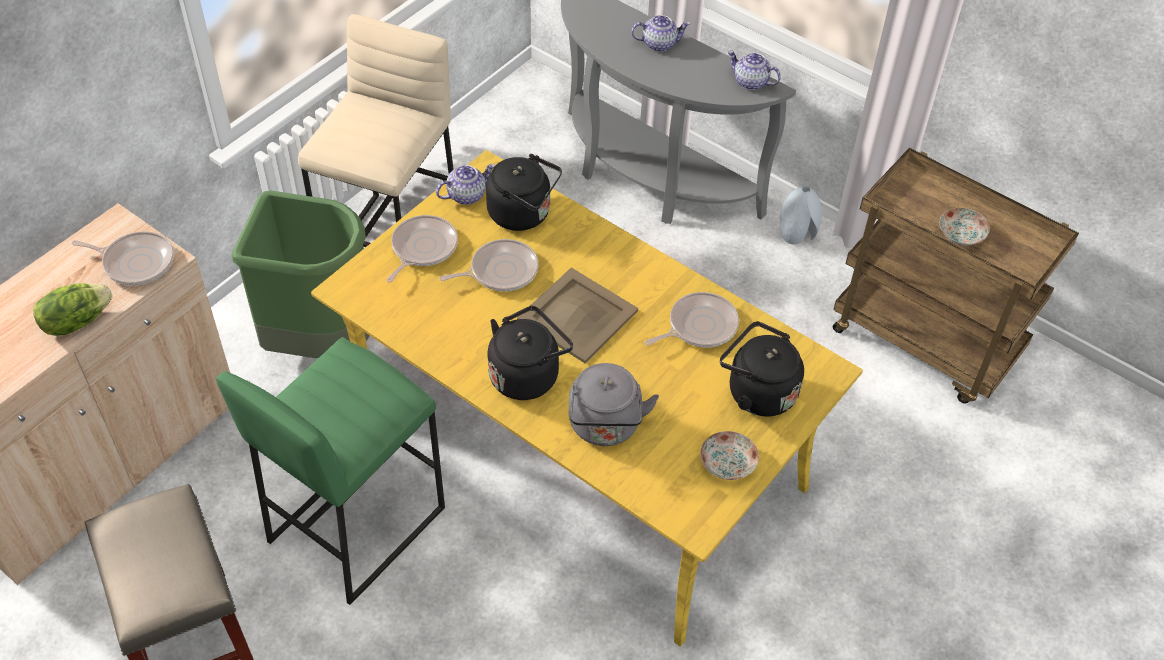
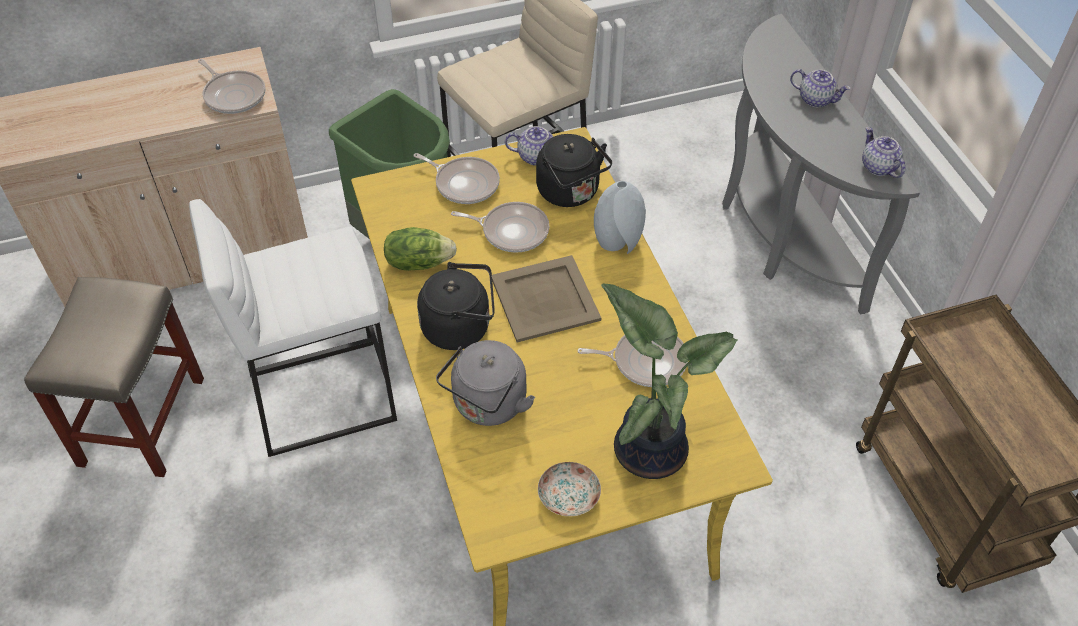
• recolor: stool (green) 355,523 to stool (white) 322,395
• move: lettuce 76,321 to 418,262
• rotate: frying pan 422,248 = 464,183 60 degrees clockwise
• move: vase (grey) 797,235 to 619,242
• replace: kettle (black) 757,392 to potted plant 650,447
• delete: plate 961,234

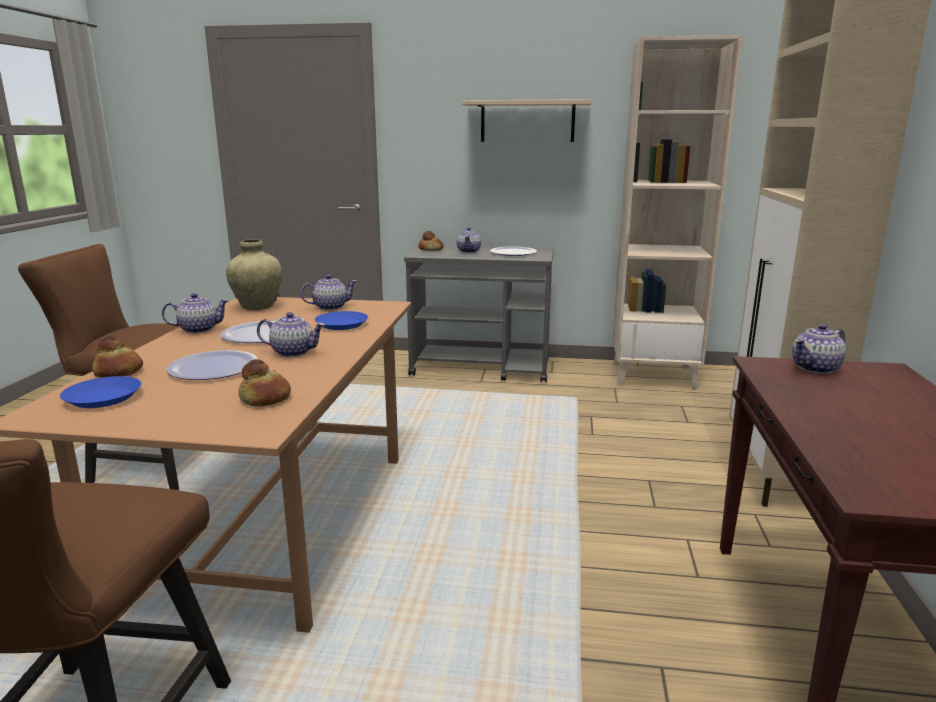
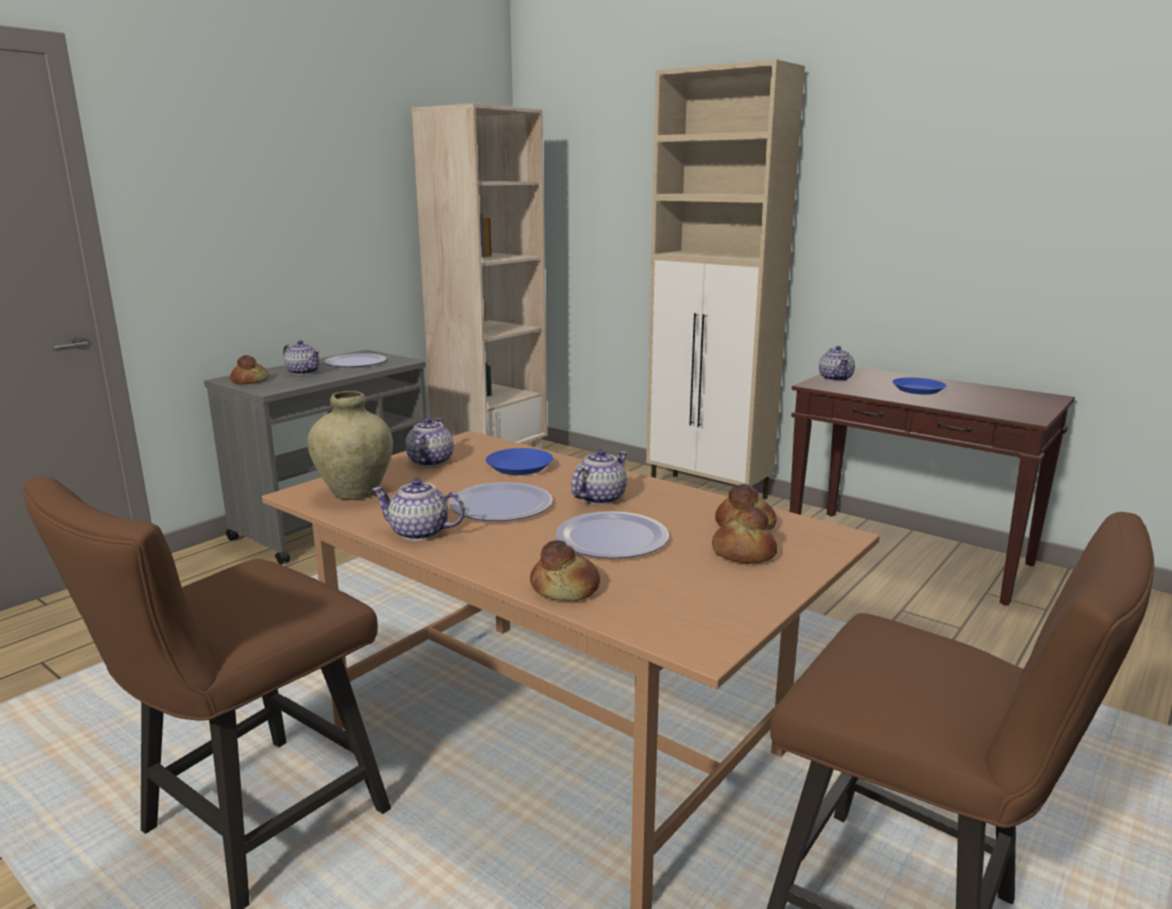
• rotate: teapot 198,329 = 420,533 90 degrees counterclockwise
• insert: bread 742,553
• move: plate (blue) 102,398 to 918,390
• delete: shelf (beige) 527,121

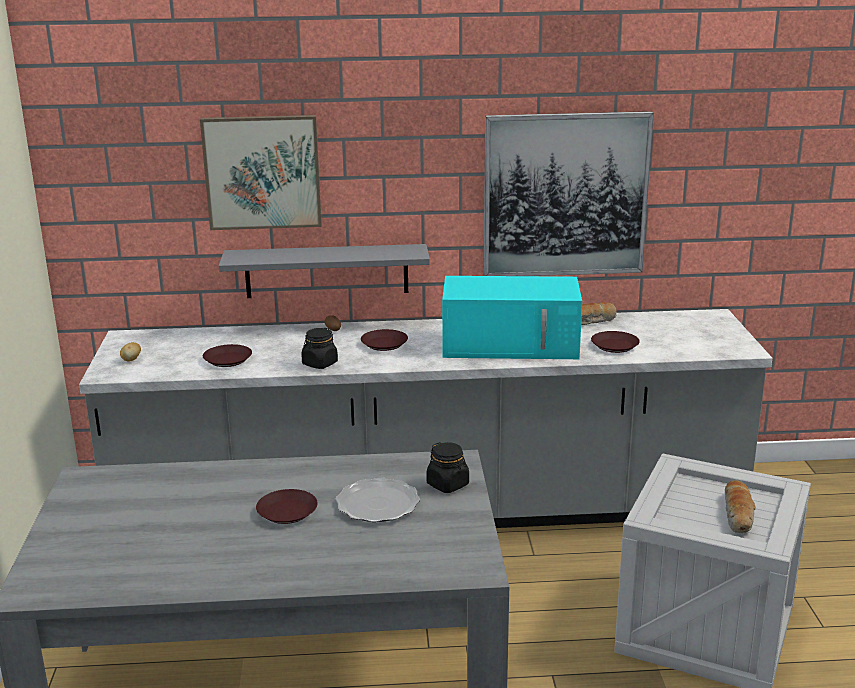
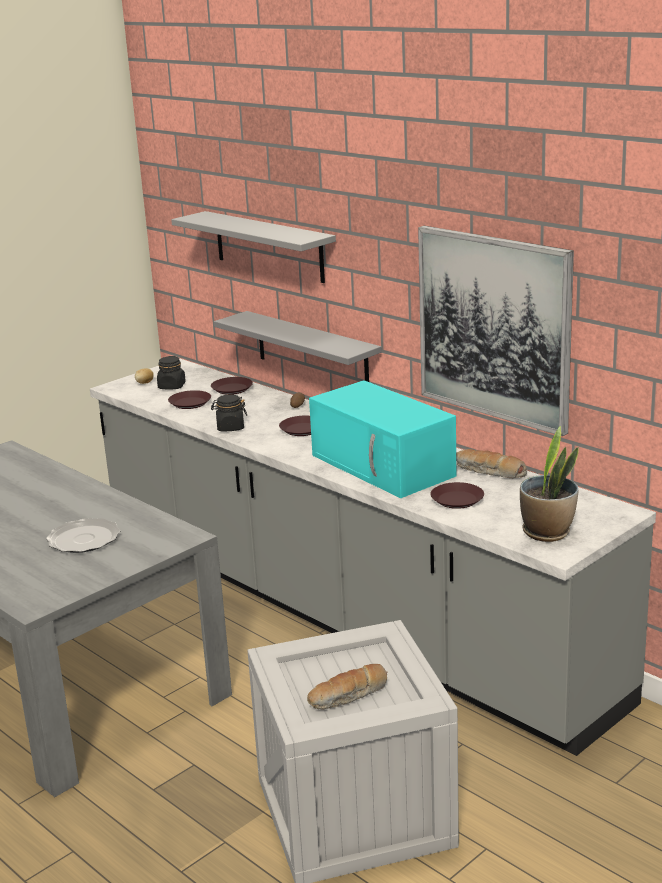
• move: jar (black) 448,484 to 172,386
• replace: picture 262,172 to shelf (grey) 268,246
• move: plate (brown) 288,511 to 232,389
• insert: potted plant 547,532

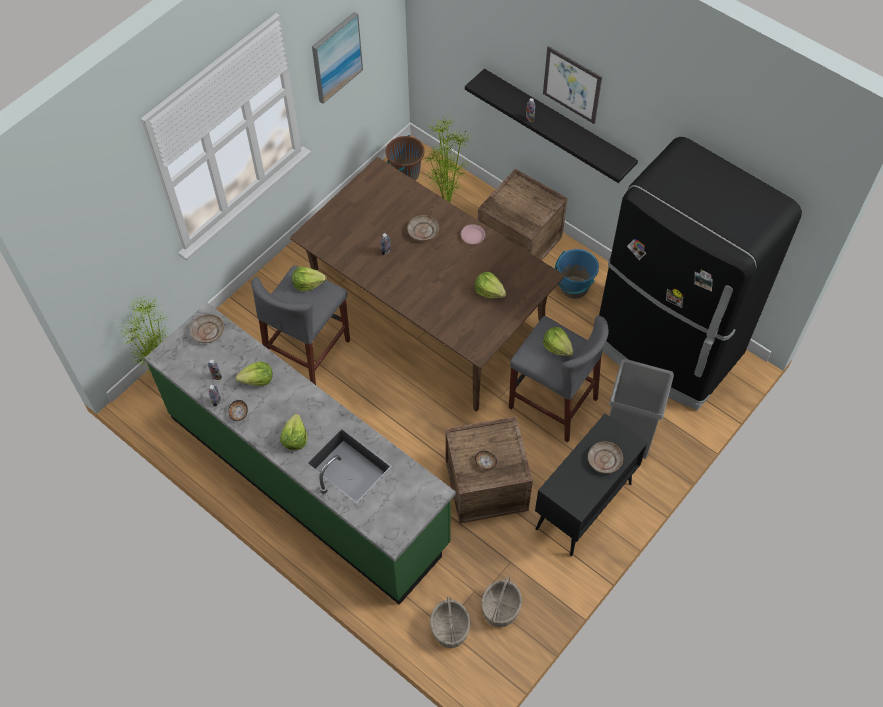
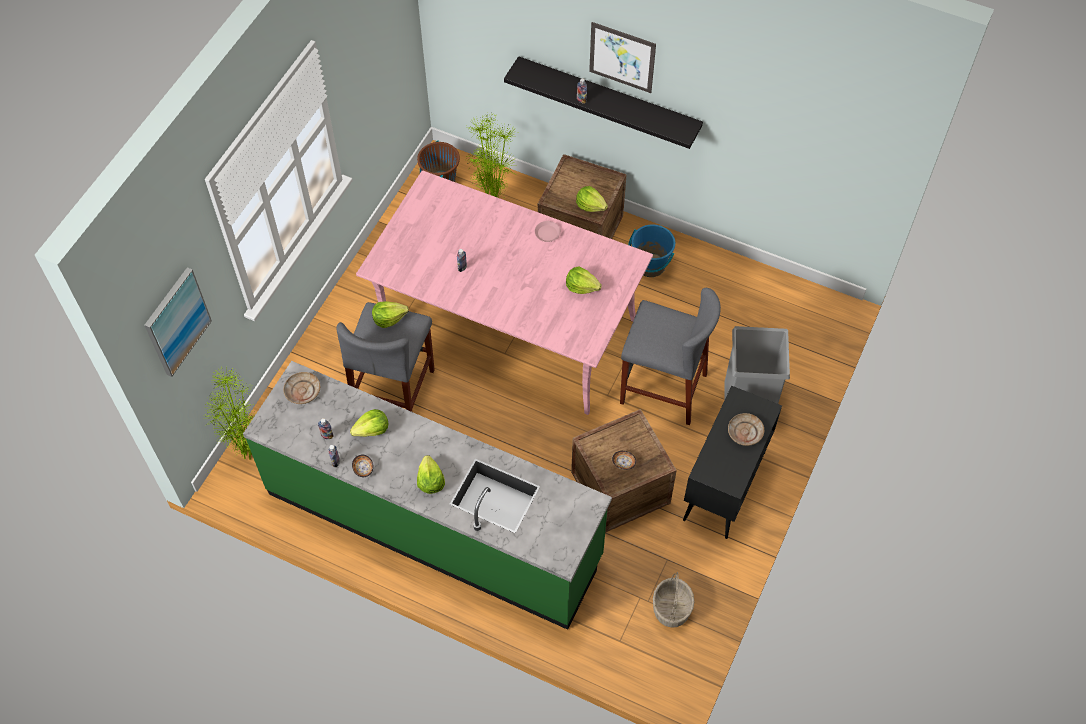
• move: picture 336,57 to 176,321
• recolor: dining table (brown) 428,314 to dining table (pink) 508,325
• move: lettuce 557,347 to 590,205
• delete: plate (beige) 423,231
• delete: basket 450,629
• delete: fridge (black) 666,348

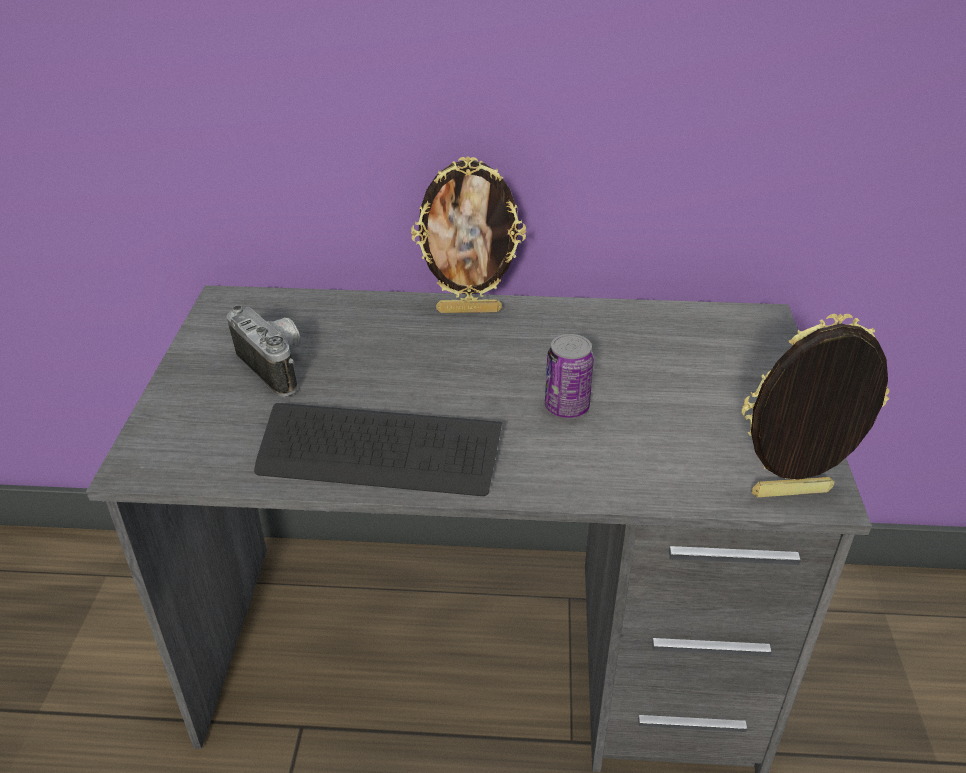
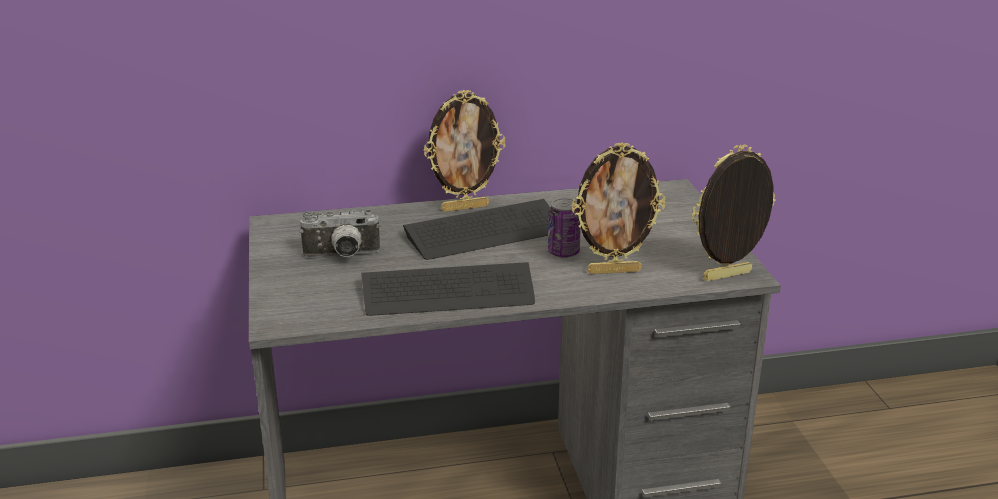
• rotate: photo camera 277,366 = 342,256 135 degrees clockwise
• insert: keyboard 484,233
• insert: picture frame 614,271

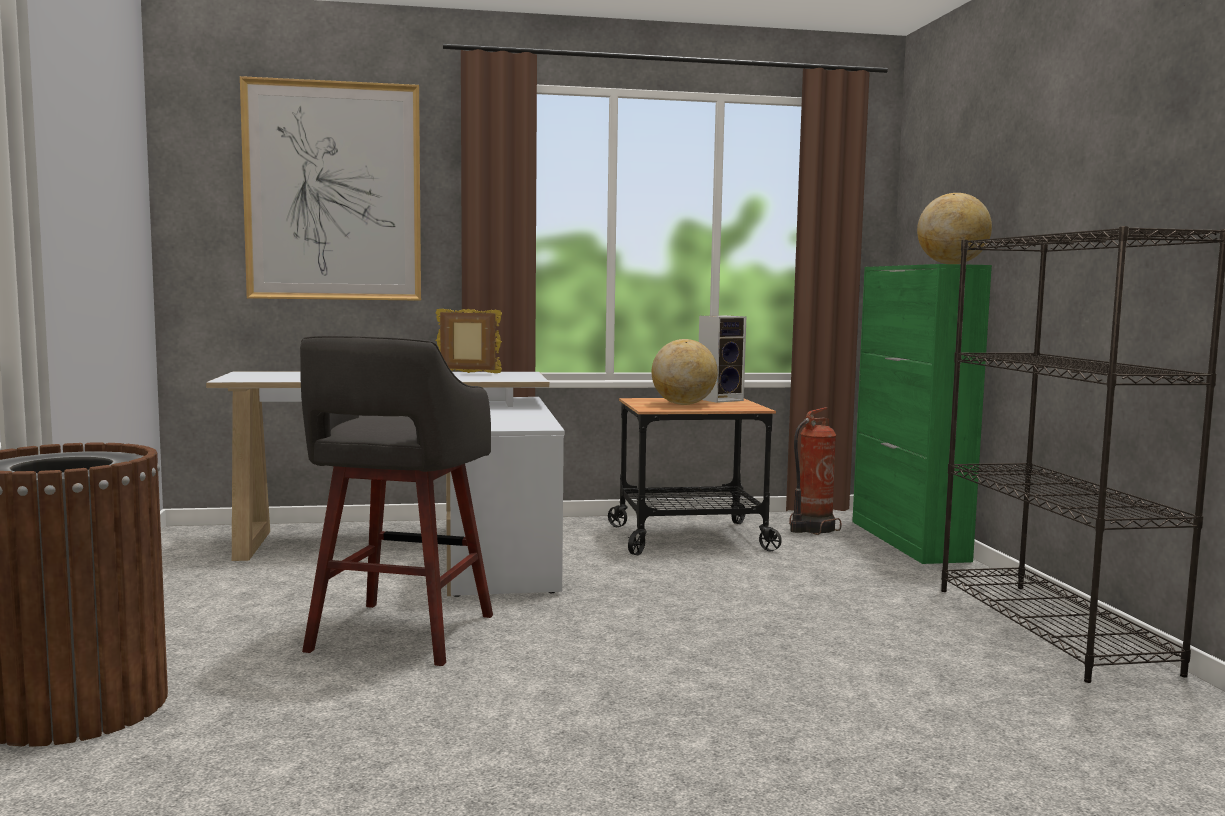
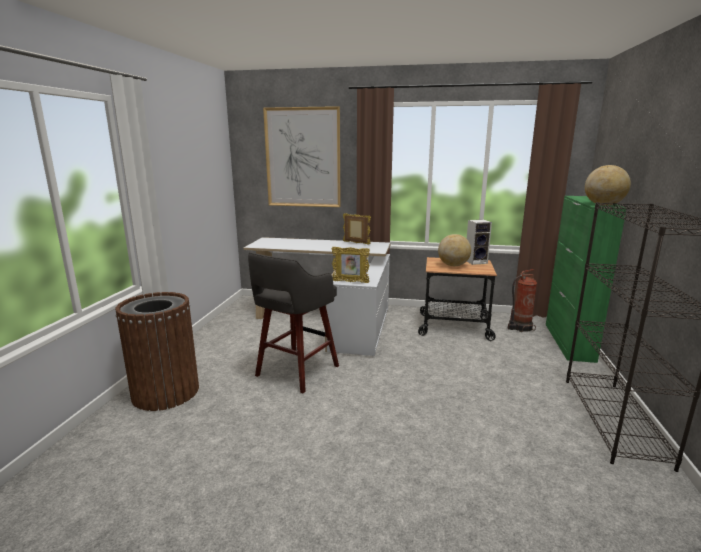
• insert: picture frame 350,282

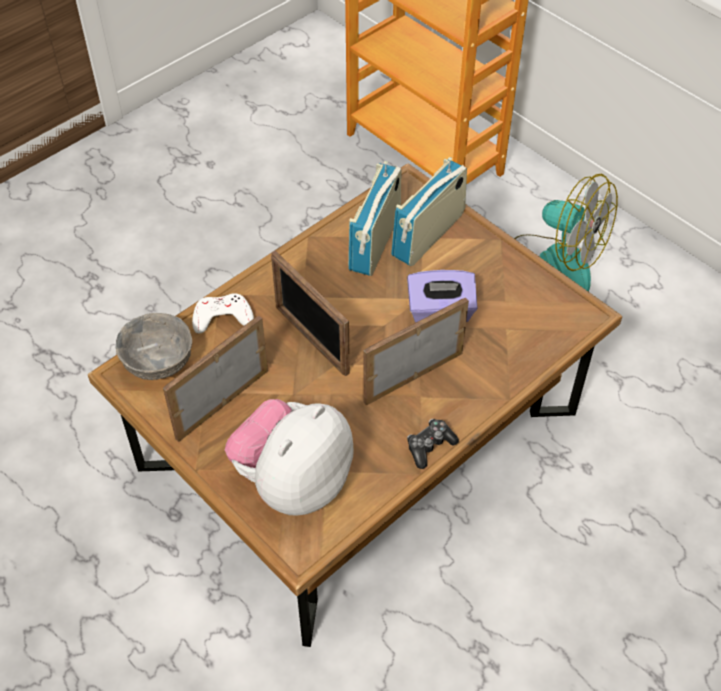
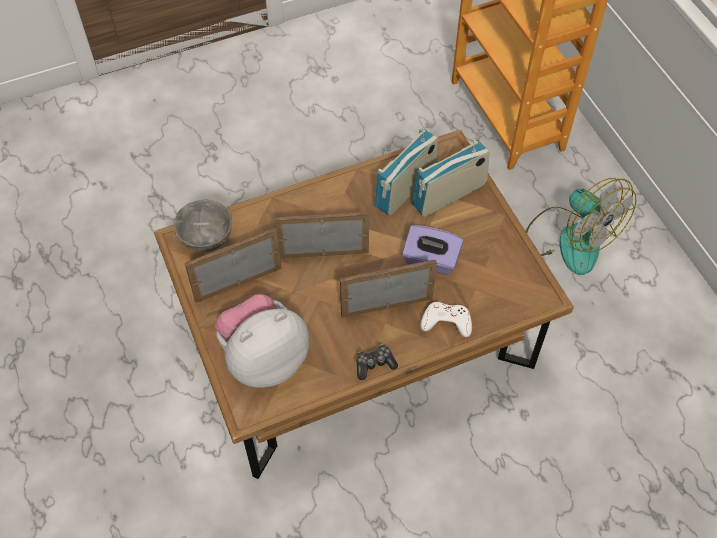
• rotate: picture frame 311,339 = 323,253 105 degrees clockwise
• move: game controller (white) 222,317 to 446,322

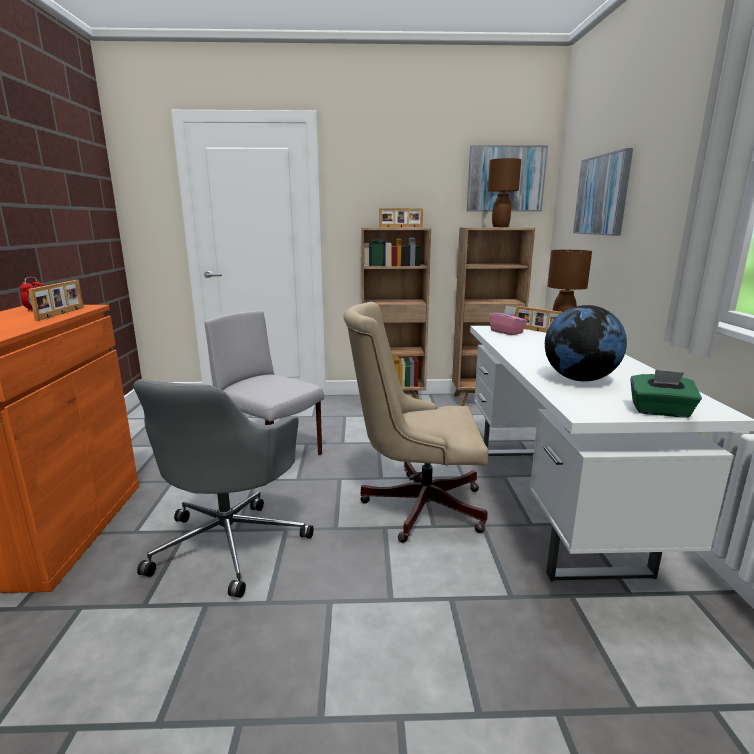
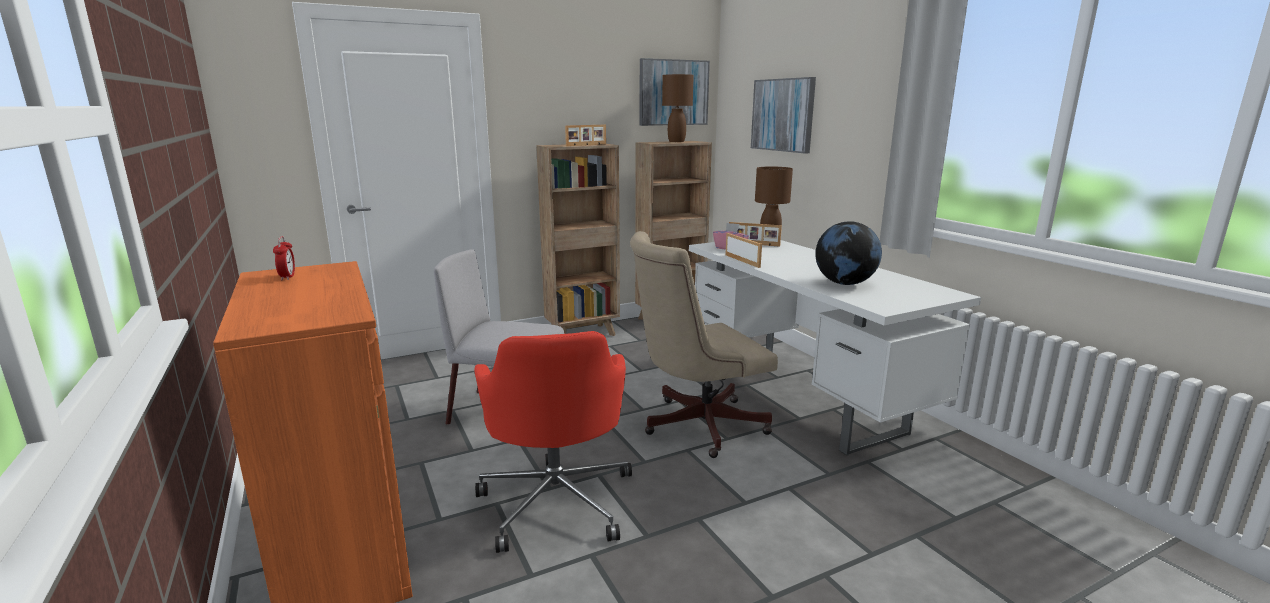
• recolor: office chair (grey) 230,542 to office chair (red) 557,500
• move: picture frame 62,313 to 743,261
• delete: tissue box (green) 660,411

